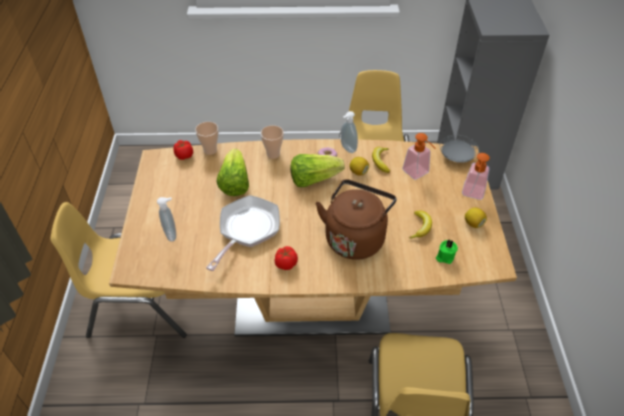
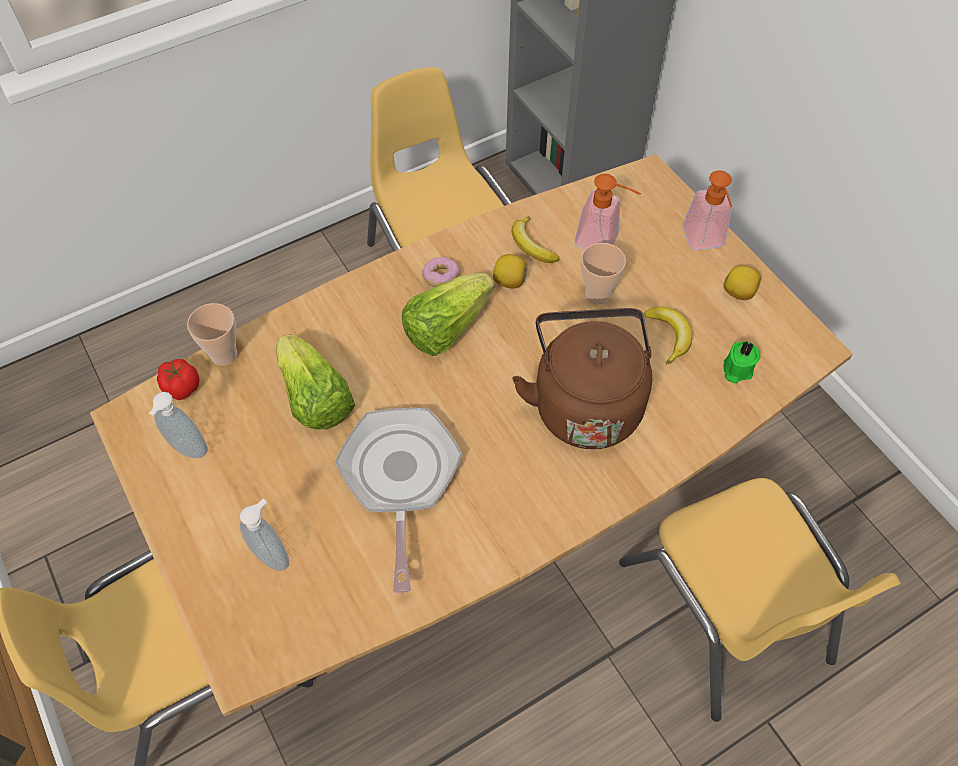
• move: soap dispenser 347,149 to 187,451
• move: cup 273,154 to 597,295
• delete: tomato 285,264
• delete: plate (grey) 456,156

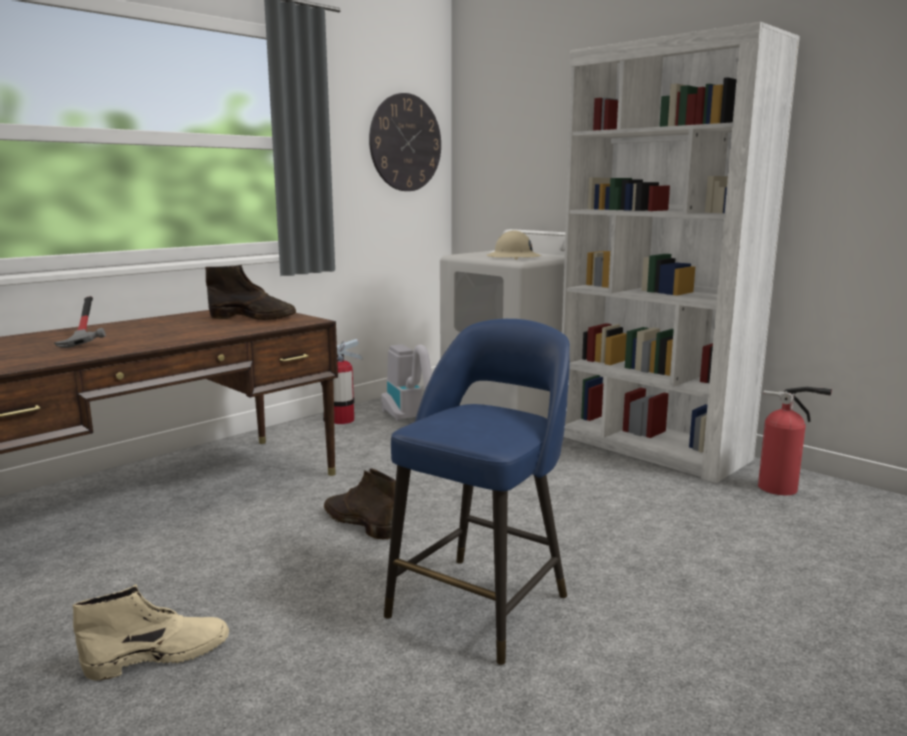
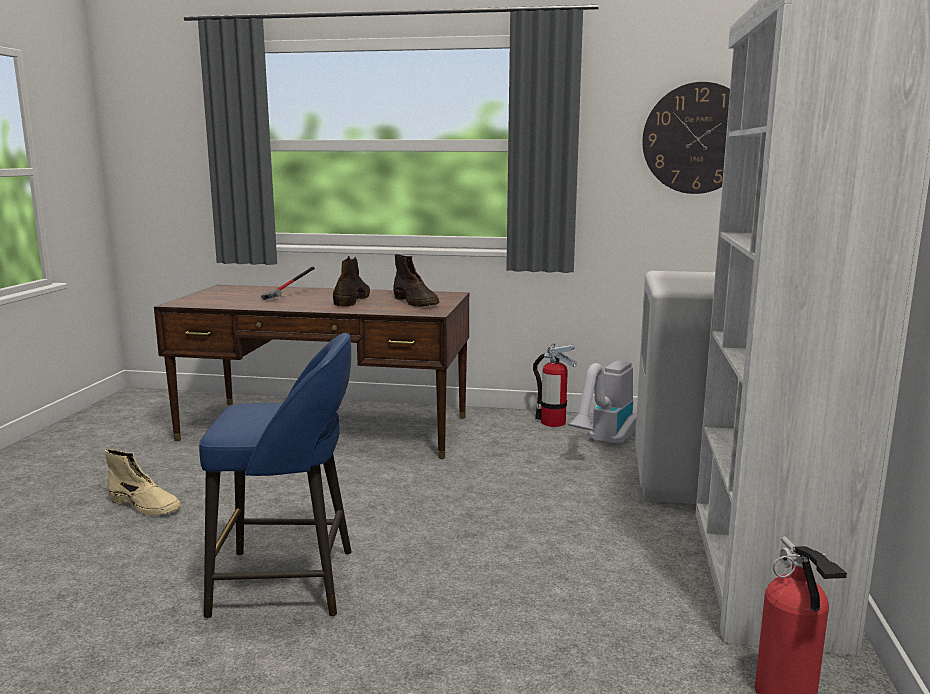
• move: boot (brown) 359,523 to 352,300
• delete: hard hat (beige) 513,257

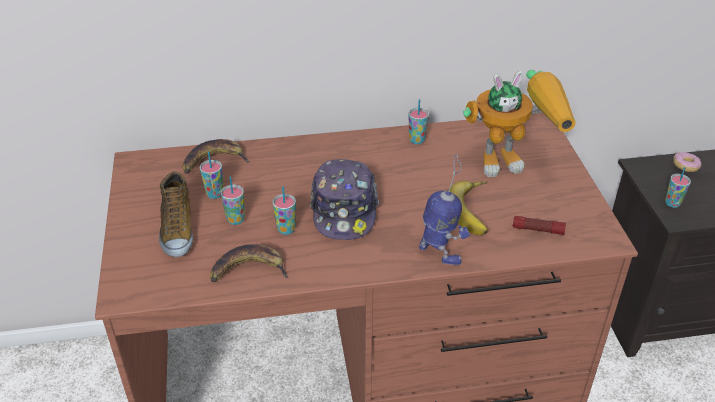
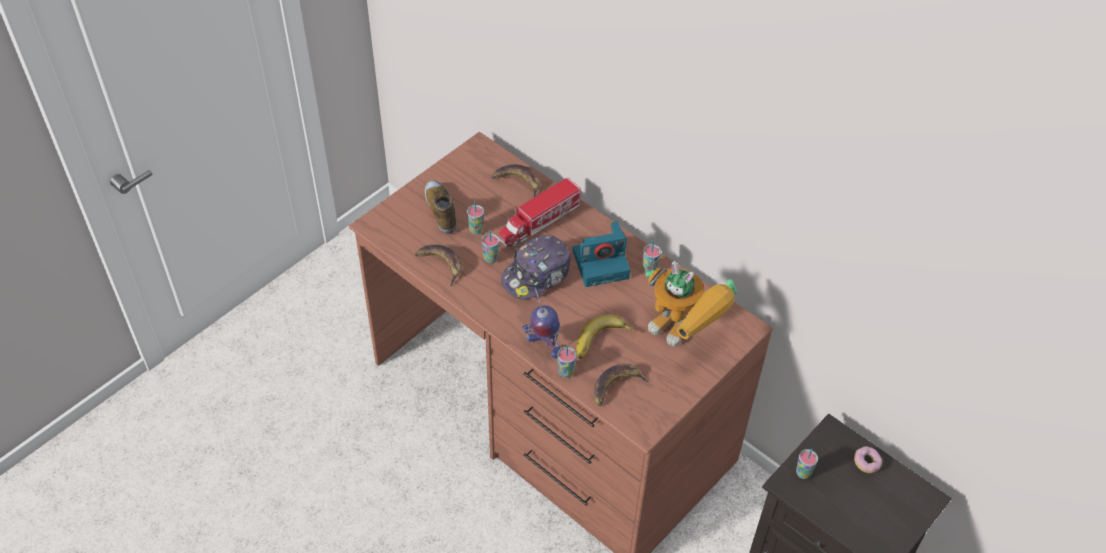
• rotate: shoe 177,230 = 441,210 120 degrees clockwise
• insert: toy truck 539,221
• rotate: toy robot 440,252 = 543,345 120 degrees clockwise
• move: cup 215,194 to 566,372
• insert: photo camera 601,263
• replace: flashlight 537,230 to banana 616,386

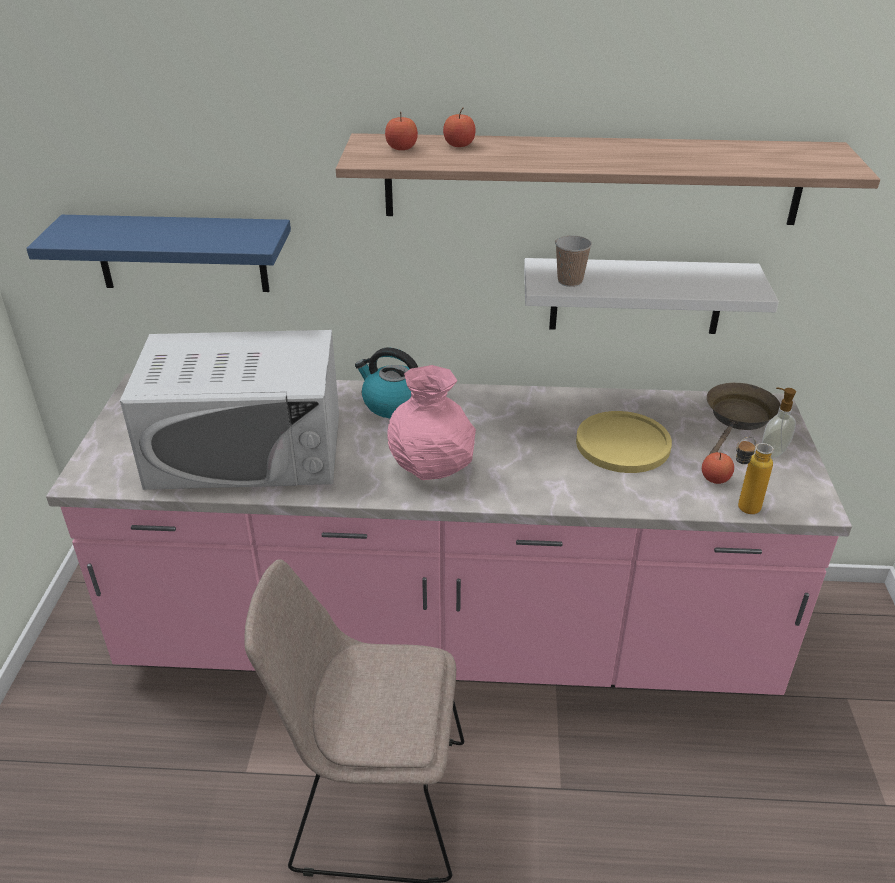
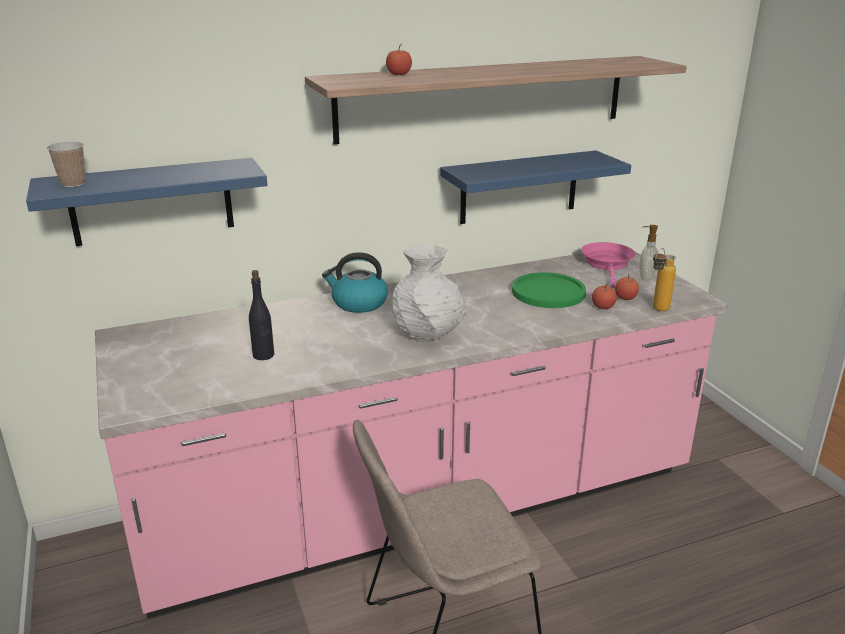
• move: cup 570,281 to 73,184
• replace: microwave (white) 247,450 to bottle (black) 263,355
• recolor: vase (pink) 432,468 to vase (white) 428,334
• recolor: shelf (white) 636,296 to shelf (blue) 519,187
• recolor: plate (yellow) 623,444 to plate (green) 548,292
• recolor: frying pan (brown) 738,418 to frying pan (pink) 607,264
• move: apple 401,148 to 603,307

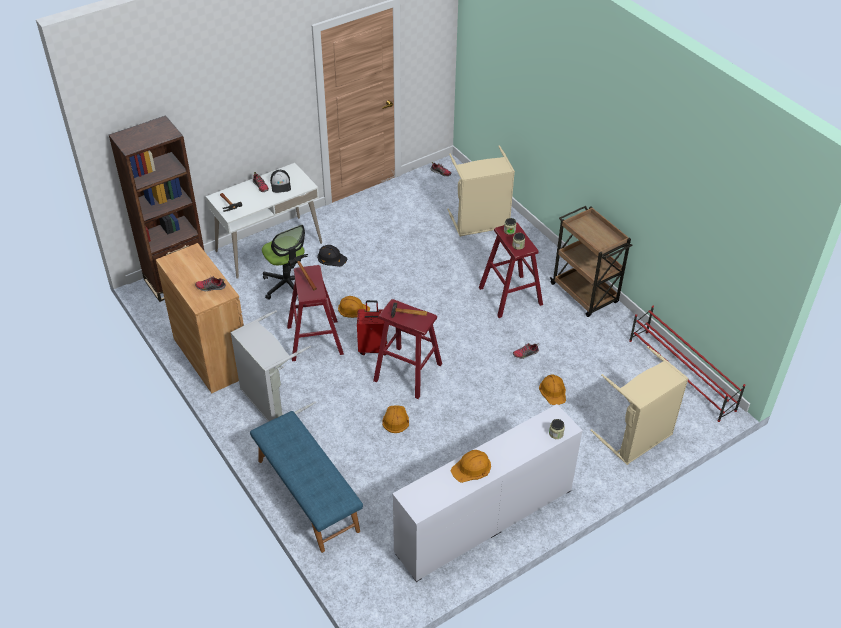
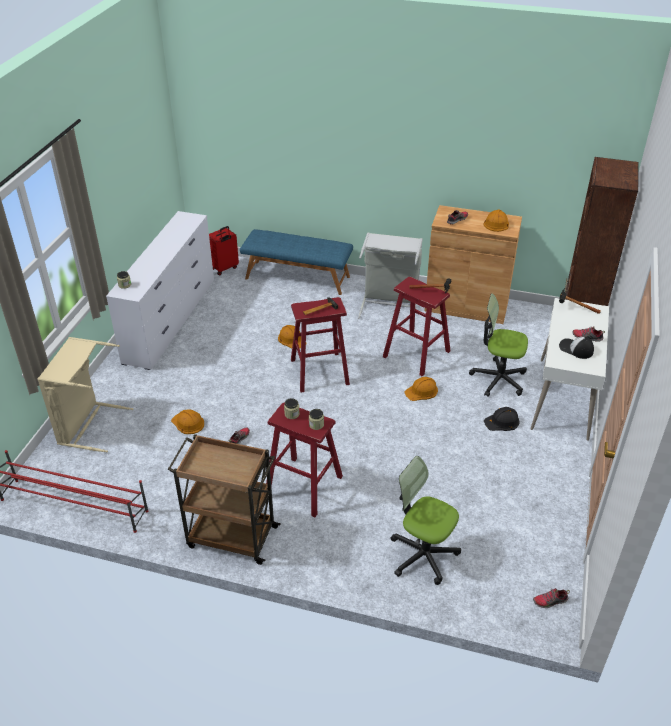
• move: suitcase (red) 373,348 to 224,268
• replace: laundry basket (beige) 480,223 to office chair 423,555
• move: hard hat (orange) 471,468 to 496,223

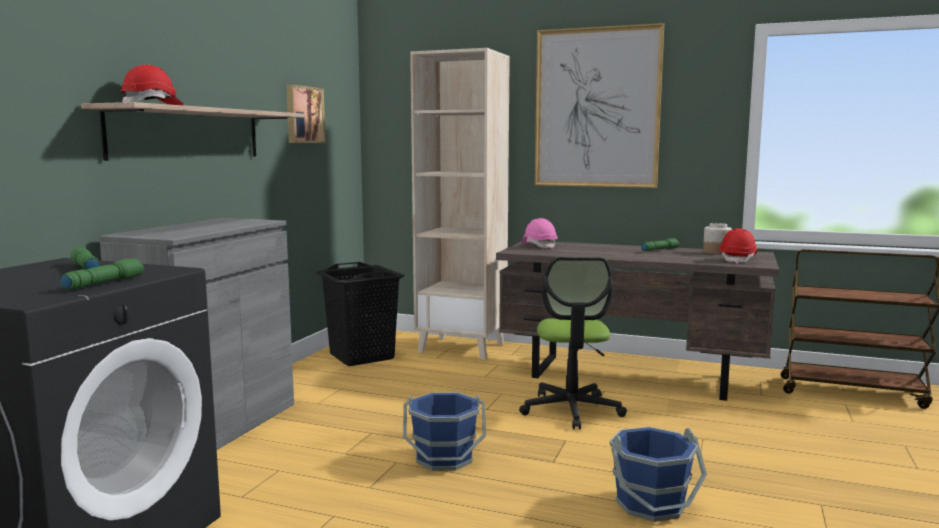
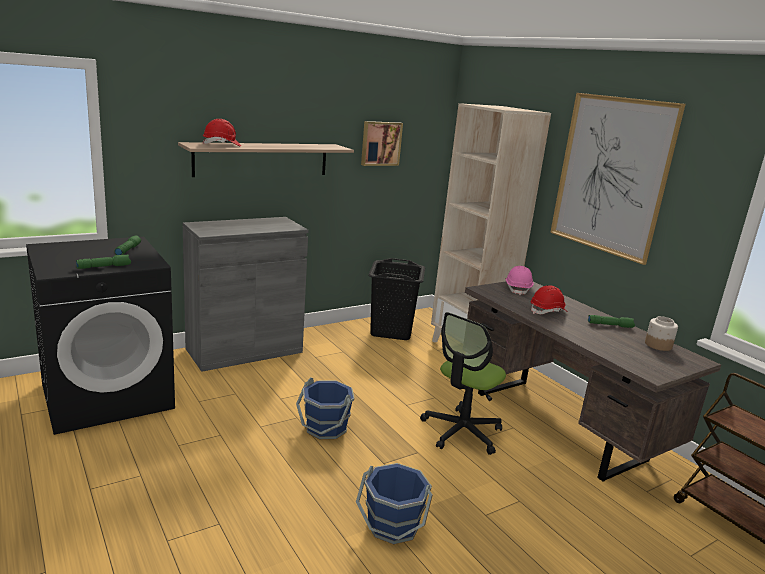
• move: hard hat (red) 738,260 to 548,311

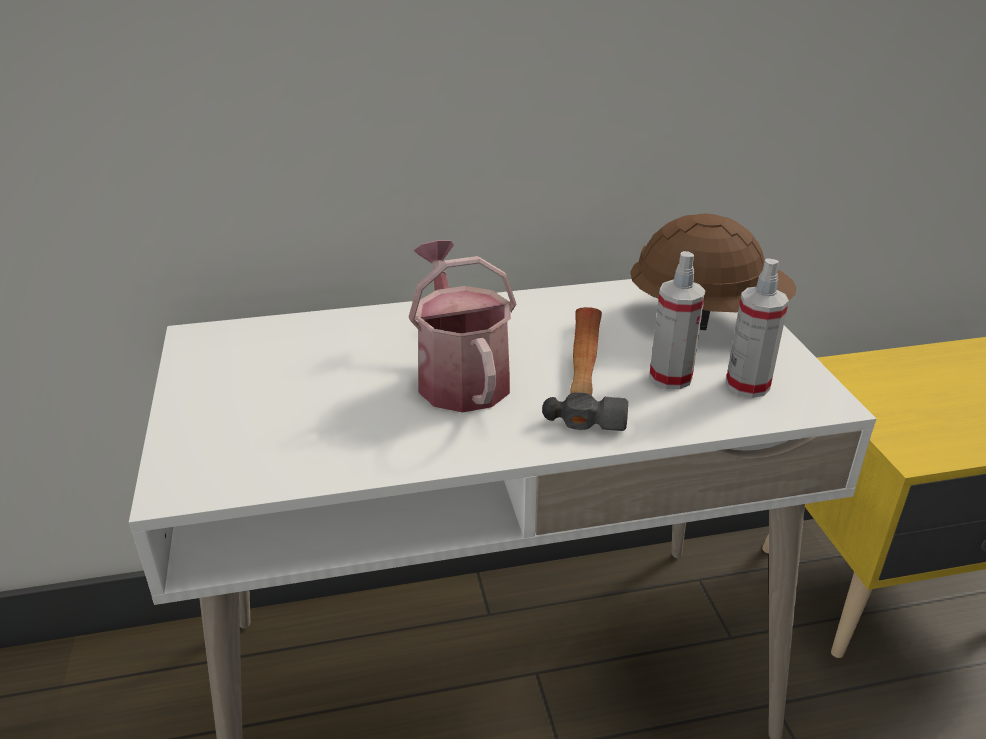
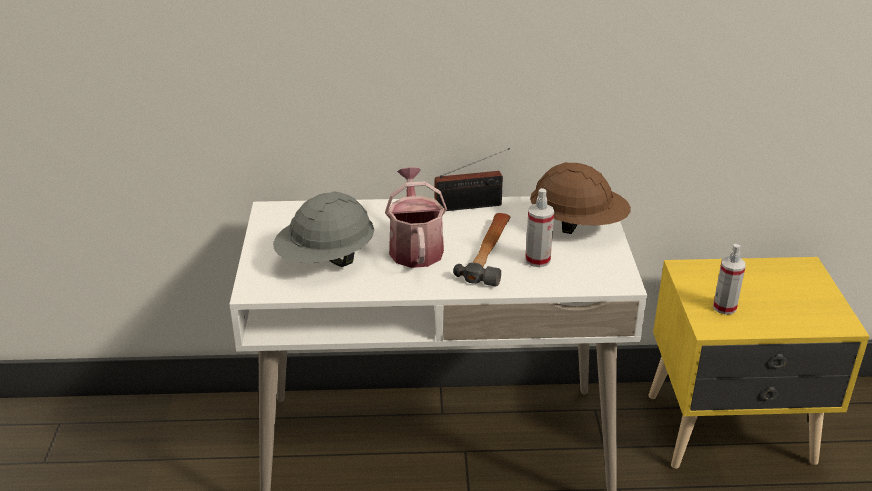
• insert: hard hat (grey) 326,260
• insert: radio 472,206
• move: spray bottle 747,385 to 724,307

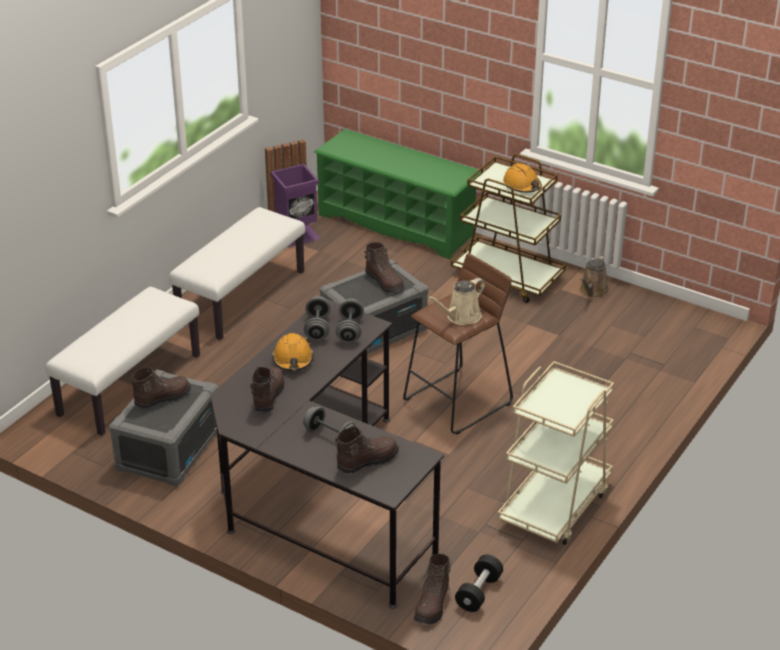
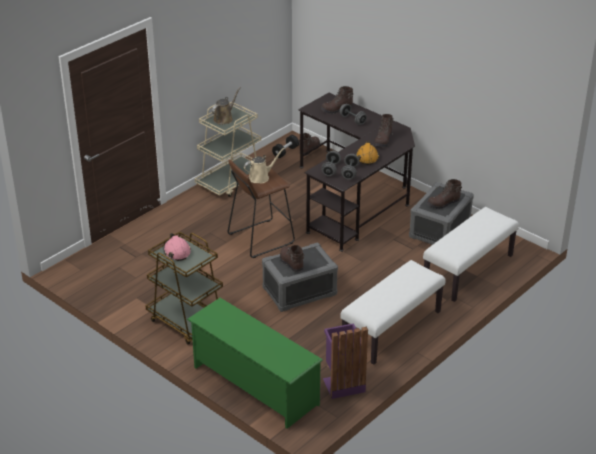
• recolor: hard hat (orange) 522,185 to hard hat (pink) 177,251
• move: watering can (brown) 592,291 to 224,118

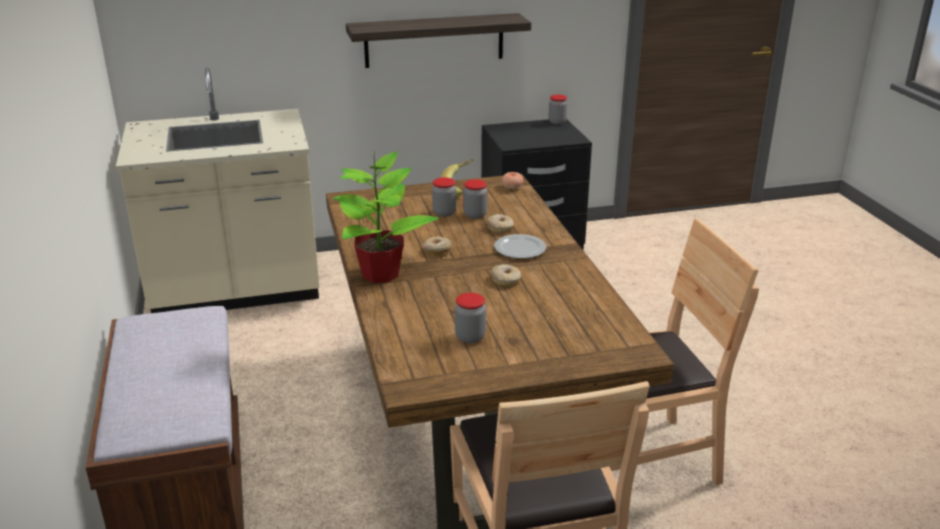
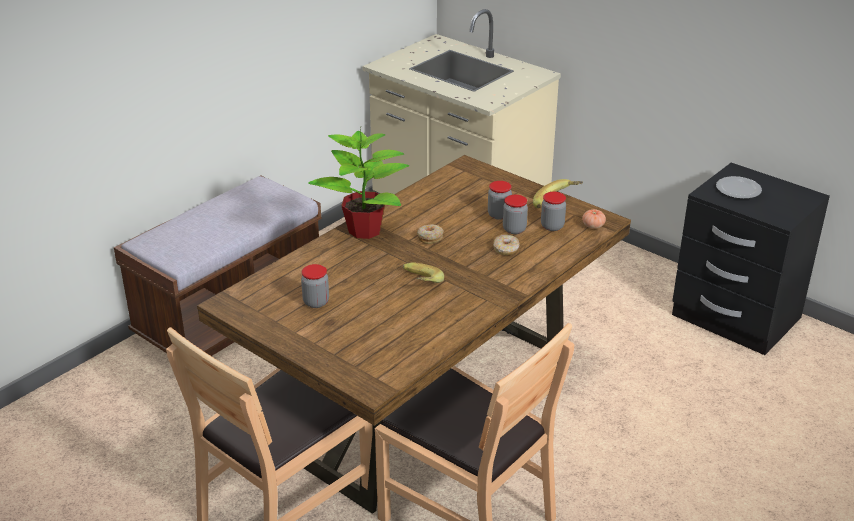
• replace: donut 505,280 to banana 419,285
• move: jar 557,122 to 552,226
• move: plate 520,248 to 739,190
• delete: shelf 434,40

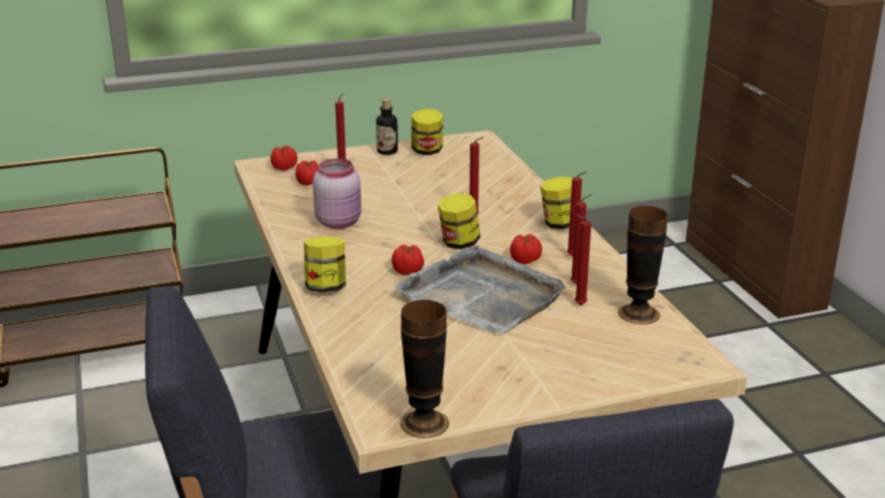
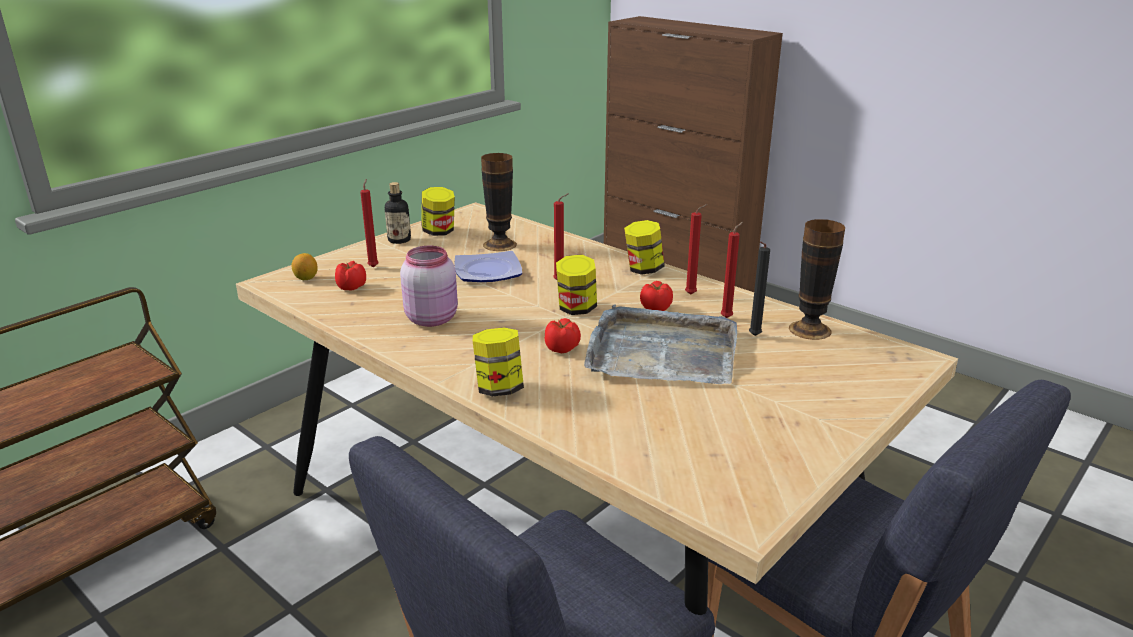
• replace: tomato 284,168 to lemon 306,278
• insert: plate 487,272
• move: vase 424,423 to 499,244
• recolor: candle (red) 578,305 to candle (black) 753,336

